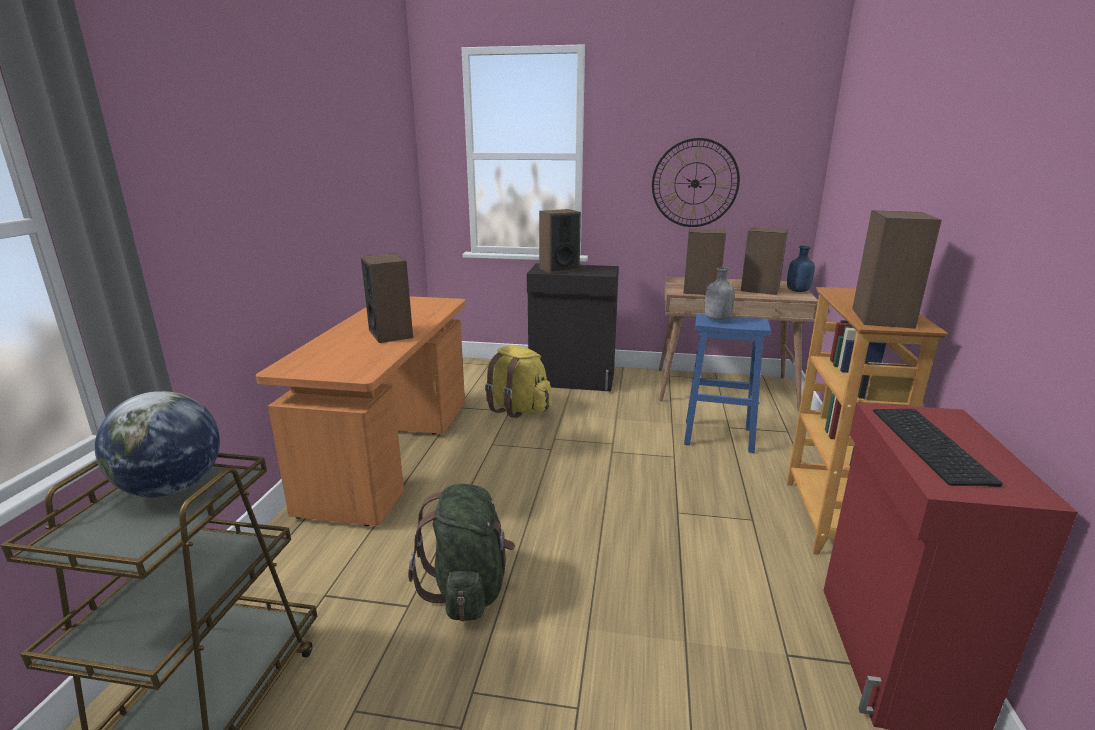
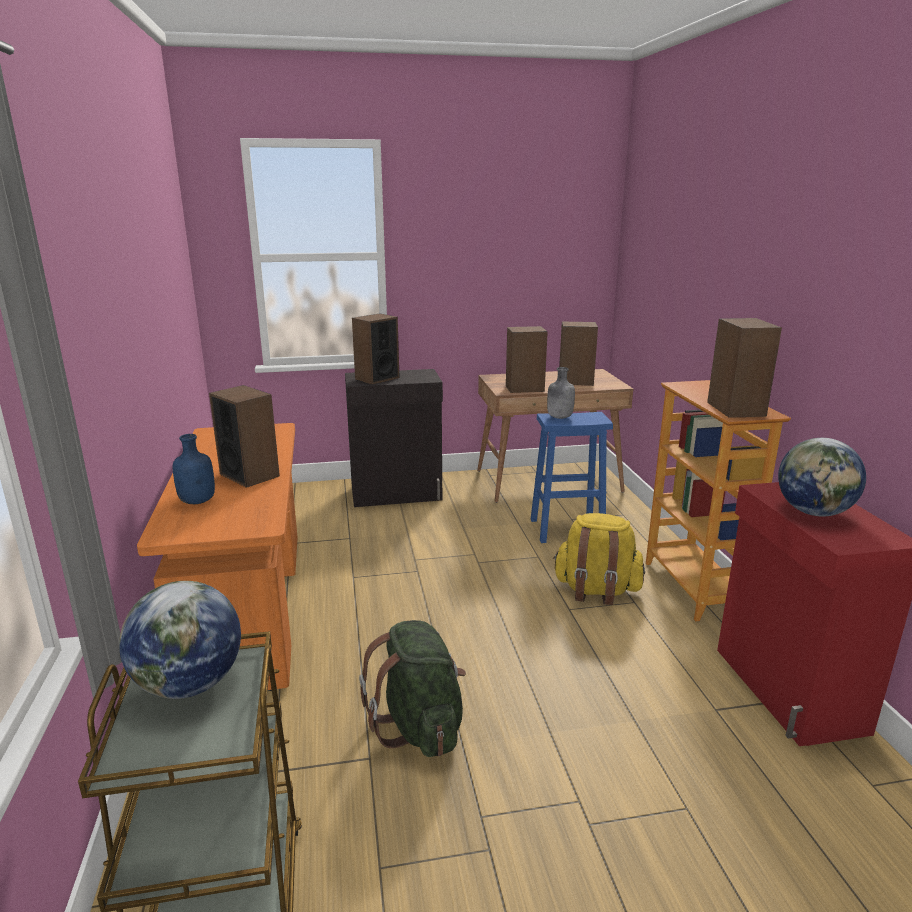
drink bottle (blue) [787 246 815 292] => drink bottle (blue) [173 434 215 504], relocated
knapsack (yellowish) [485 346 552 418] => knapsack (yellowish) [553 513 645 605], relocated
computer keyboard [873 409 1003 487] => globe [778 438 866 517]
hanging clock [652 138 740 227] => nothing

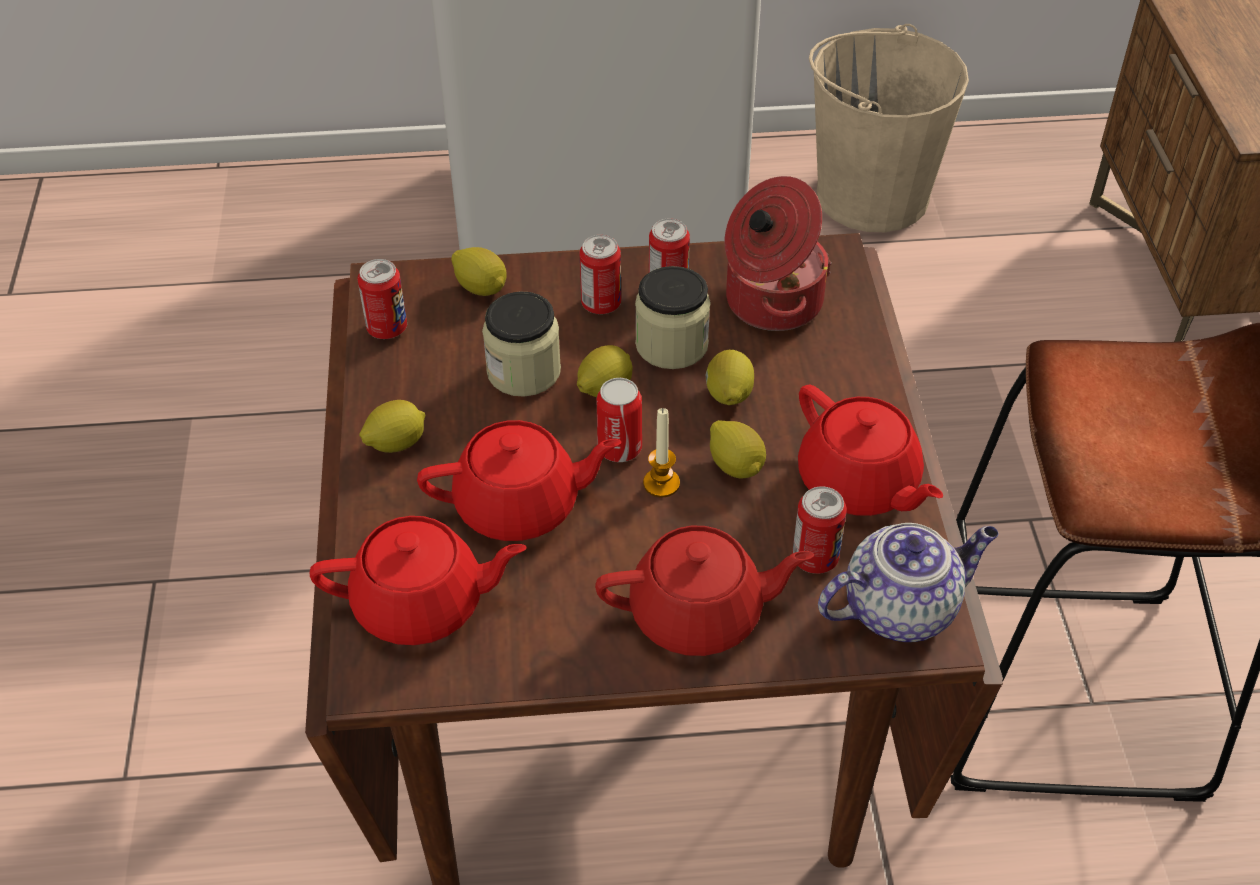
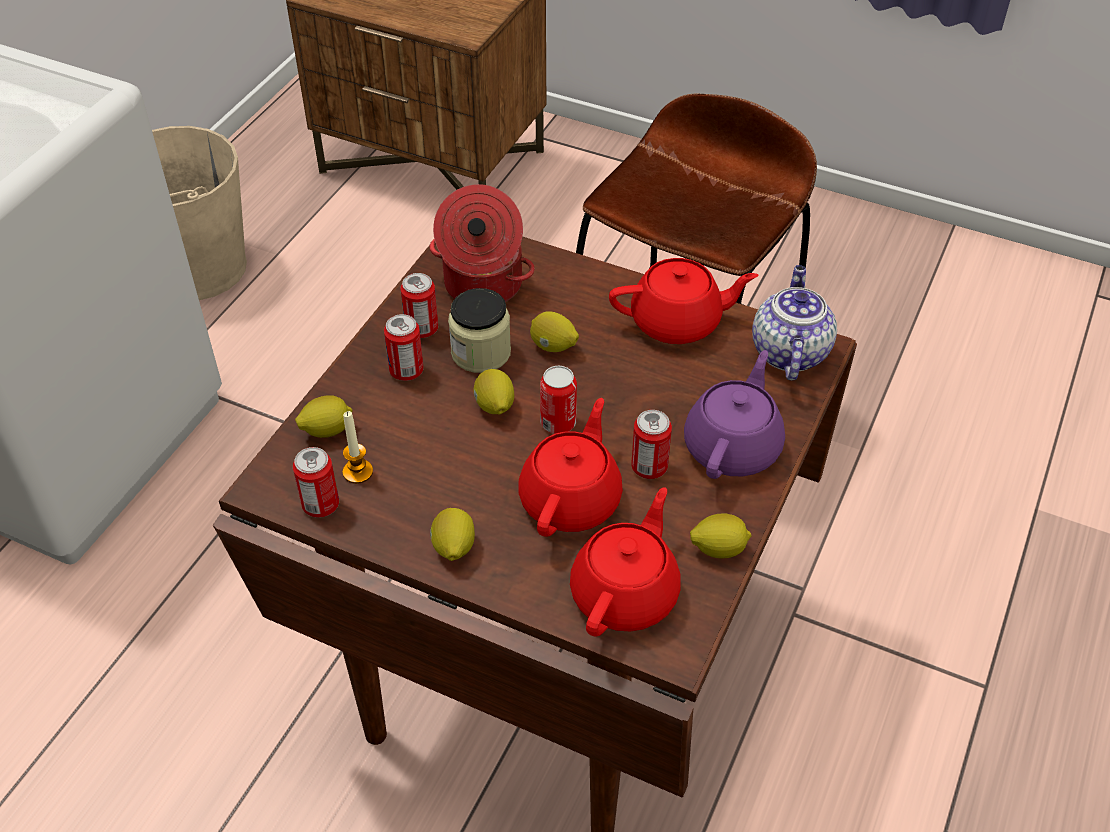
candle [643 408 680 497] => candle [343 411 373 484], relocated
can [792 486 847 574] => can [631 410 672 479], relocated
tea pot (red-coloured) [595 526 814 656] => tea pot (purple-coloured) [684 350 785 479]
whole lemon [710 420 766 478] => whole lemon [690 513 752 558], relocated
jar [482 291 561 397] => nothing

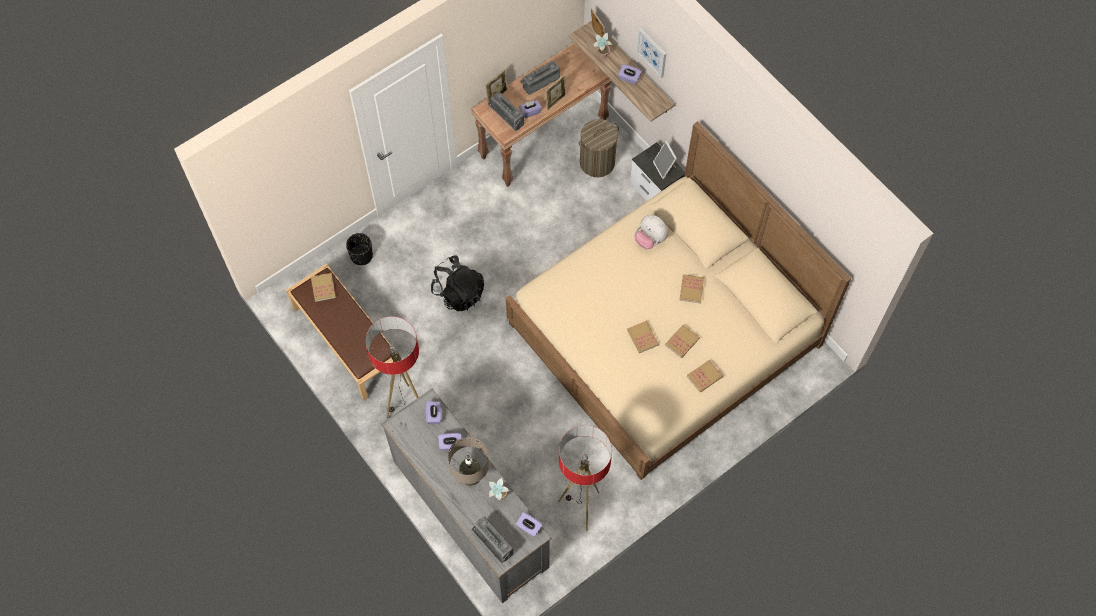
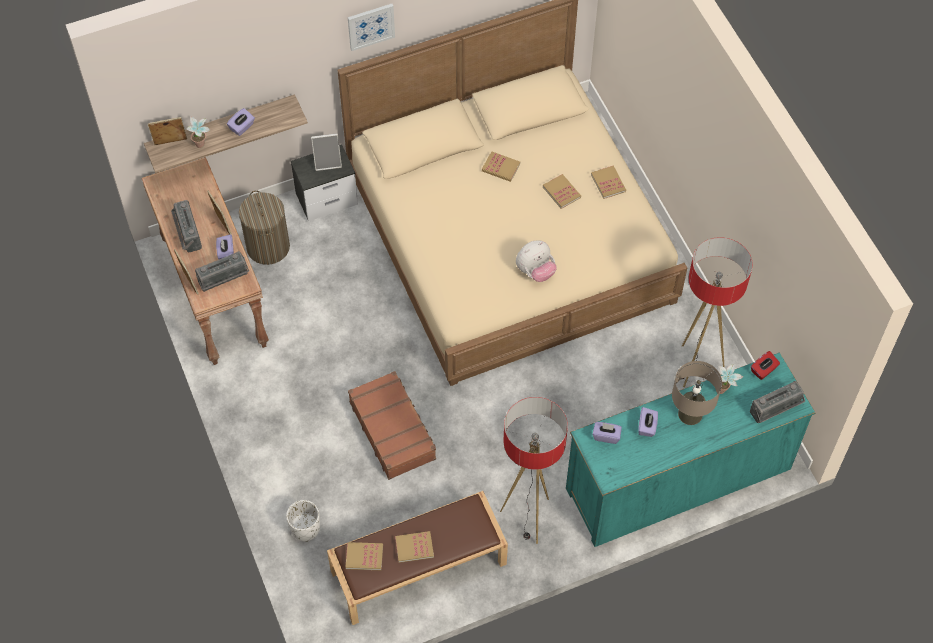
flower pot (blackish) [346 233 373 265] => flower pot (whitish) [286 500 320 542]
wall art [636 28 666 78] => wall art [348 4 395 51], relocated
knapsack (blackish) [431 255 484 311] => travel case (brownish) [348 371 436 480]
bound book [627 321 659 353] => bound book [395 531 434 563], relocated
soft toy [634 215 668 249] => soft toy [516 240 557 282], relocated
chest of drawers (greyish) [381 389 551 603] => chest of drawers (turquoise-coloured) [566 352 816 547]
tissue holder (purple-coloured) [516 512 543 537] => tissue holder (red-coloured) [751 351 780 380]

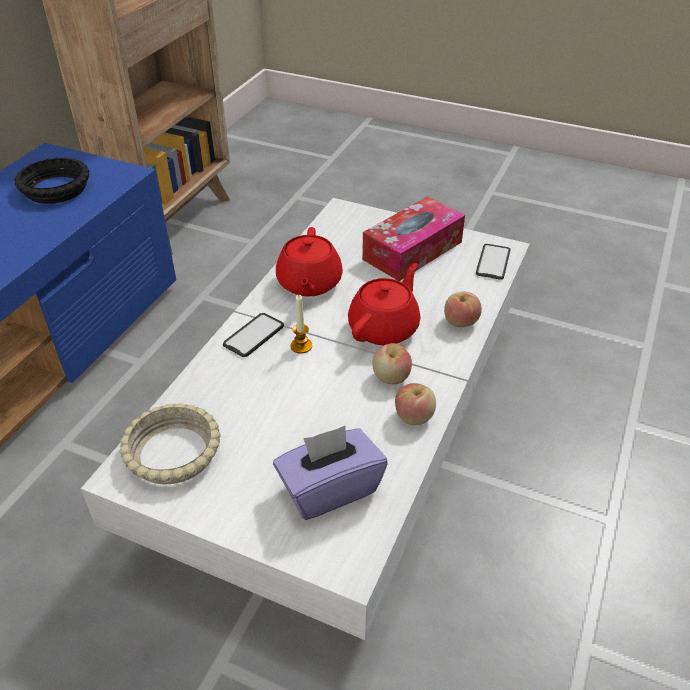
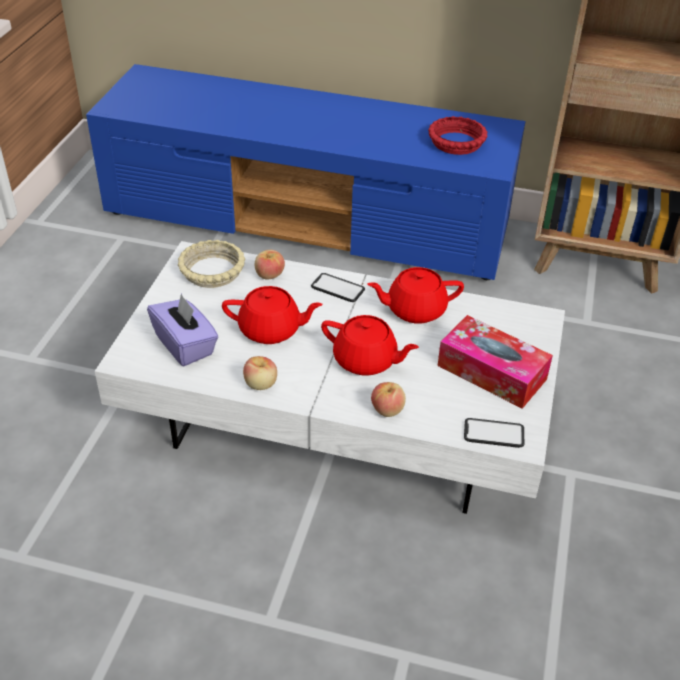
nothing => tea pot (red-coloured) [222 286 323 344]
apple [372 343 412 384] => apple [255 250 285 279], relocated
deep dish (blackish) [14 157 89 204] => deep dish (red-coloured) [428 116 488 155]
candle [291 295 312 354] => nothing

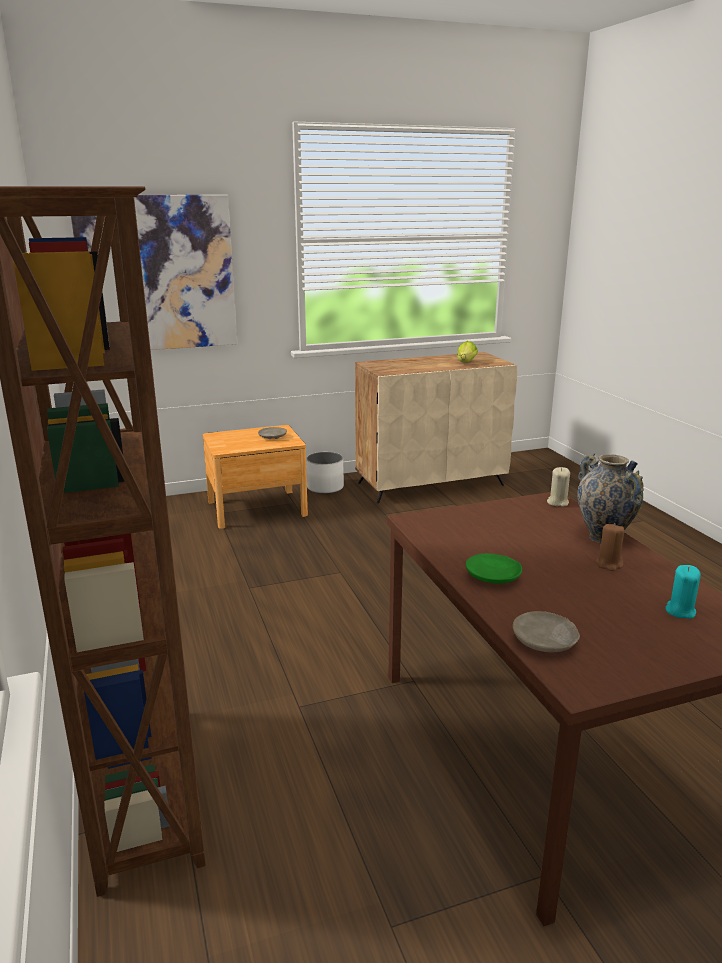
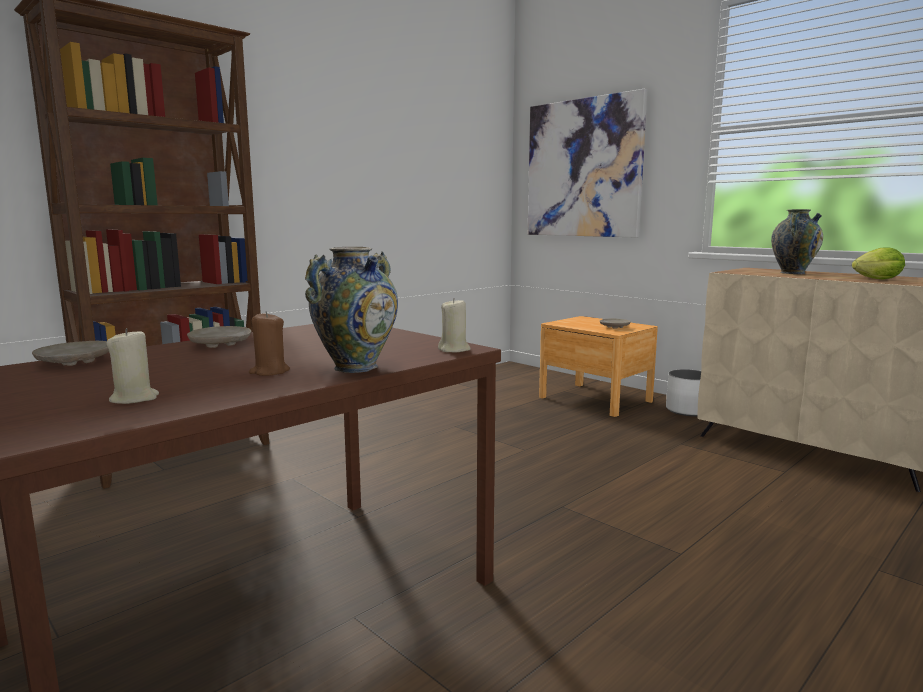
candle (turquoise-coloured) [665 565 701 619] => candle (beige) [107 328 159 404]
flat dish (green-coloured) [466 553 522 584] => flat dish (beige) [187 326 251 348]
nothing => flower vase [771 209 823 274]

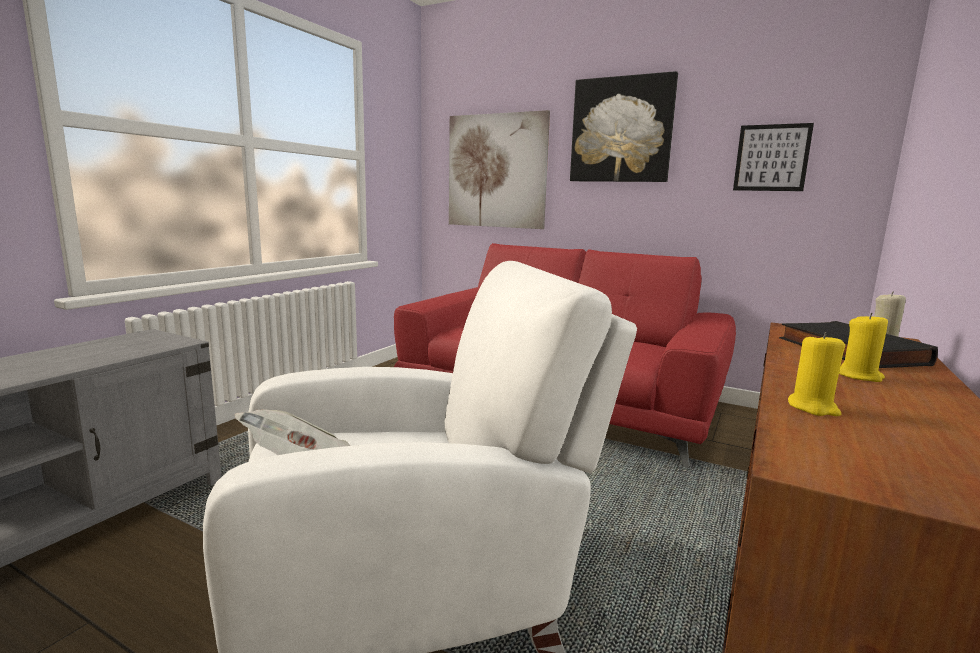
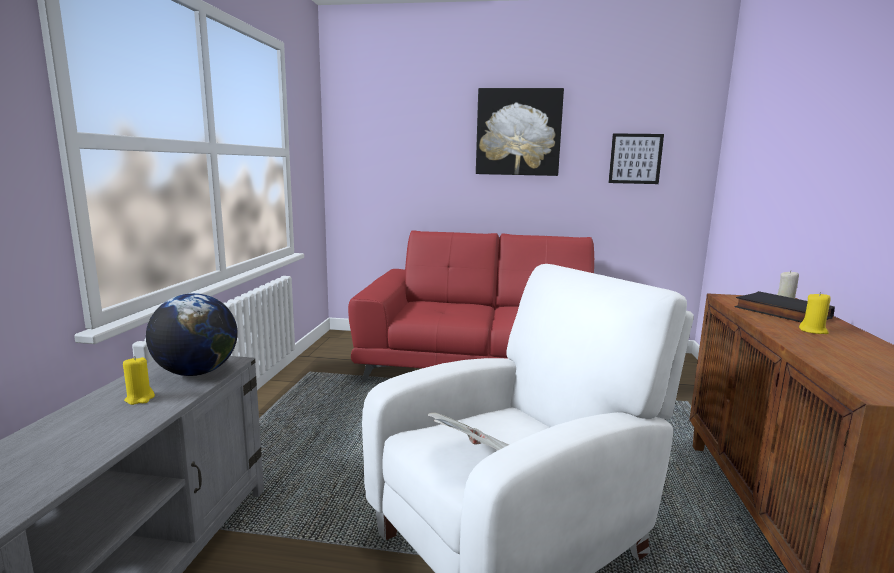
candle (yellowish) [788 332 845 416] => candle (yellowish) [123 356 155 405], relocated
nothing => globe [146 293 238 376]
wall art [449 110 550 229] => nothing

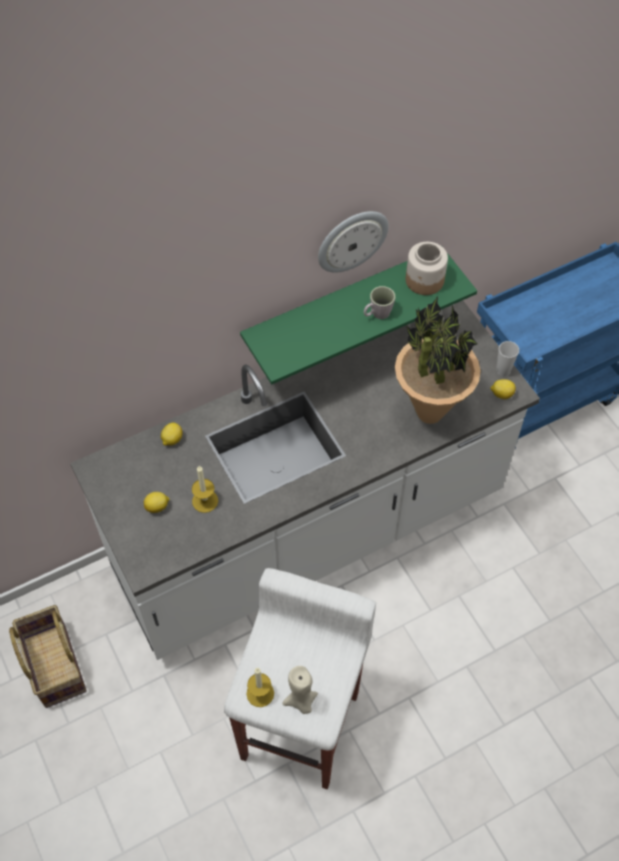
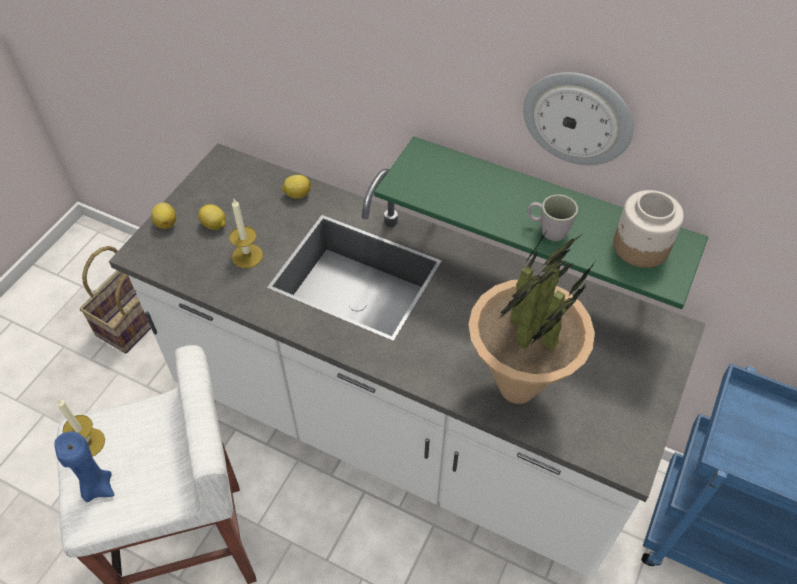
candle (beige) [282 666 318 714] => candle (blue) [55 431 114 502]
whole lemon [490 379 516 399] => whole lemon [151 202 176 229], relocated
cup [496 341 519 376] => nothing

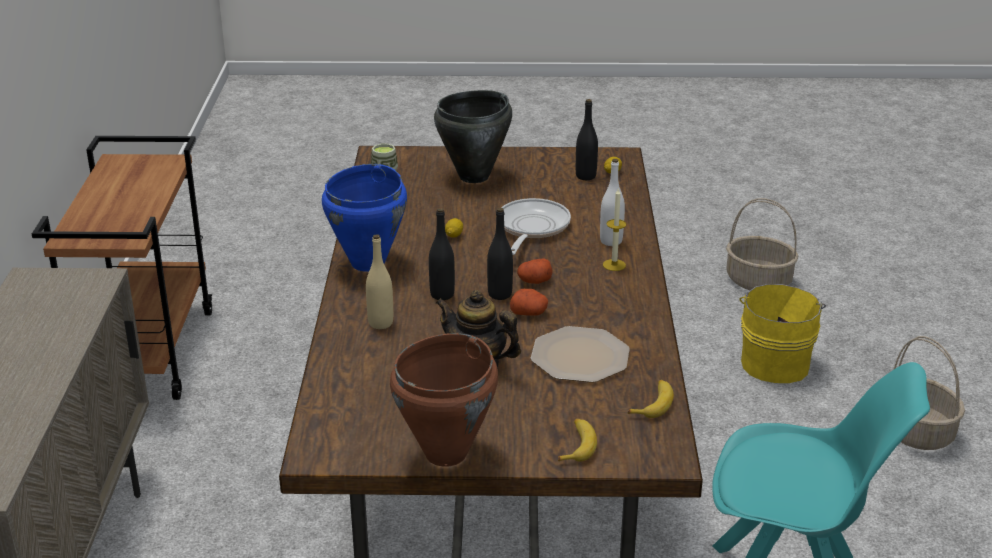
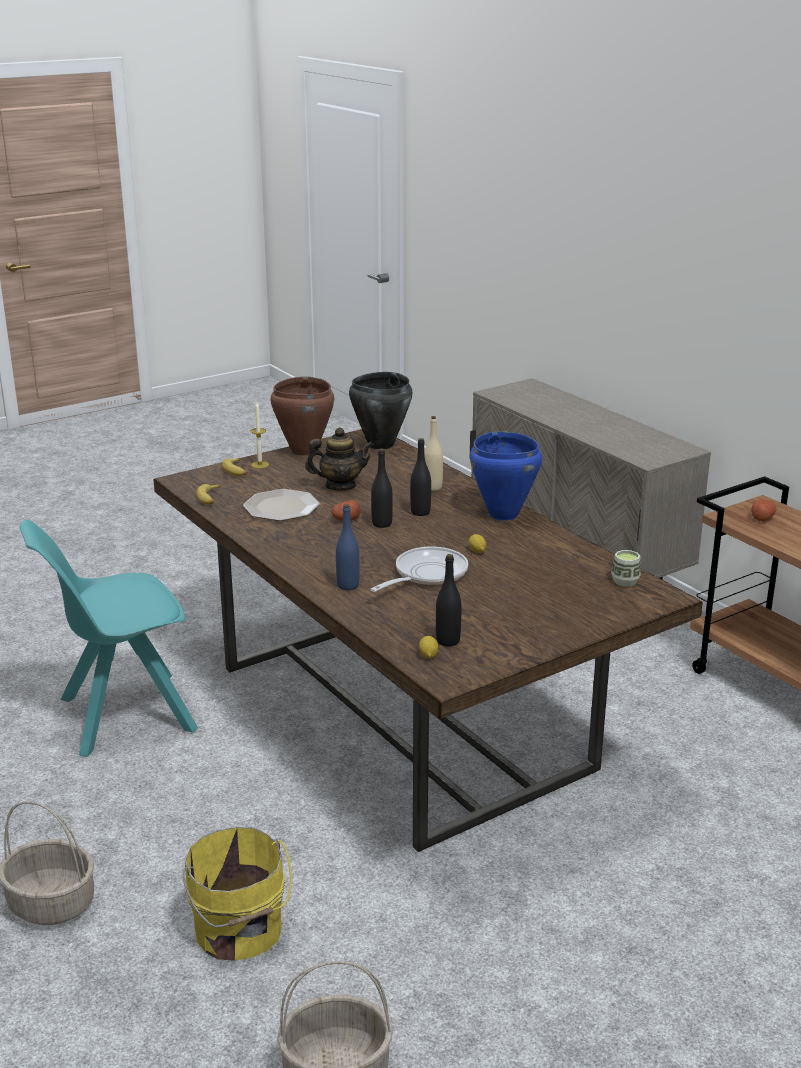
candle [603 189 626 271] => candle [251 402 269 469], relocated
drink bottle (whitish) [600 159 625 246] => drink bottle (blue) [336 504 360 590]
stockpot (blackish) [434 90 512 183] => stockpot (blackish) [349 372 412 449], relocated
frying pan [501 198 571 255] => frying pan [370 547 468 592], 120 degrees counterclockwise
whole potato [517 258 553 284] => whole potato [751 499 776 521], relocated

